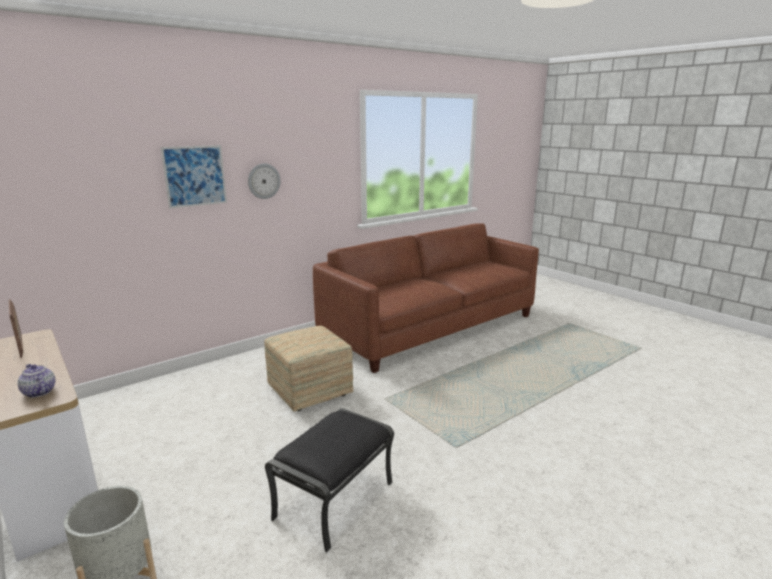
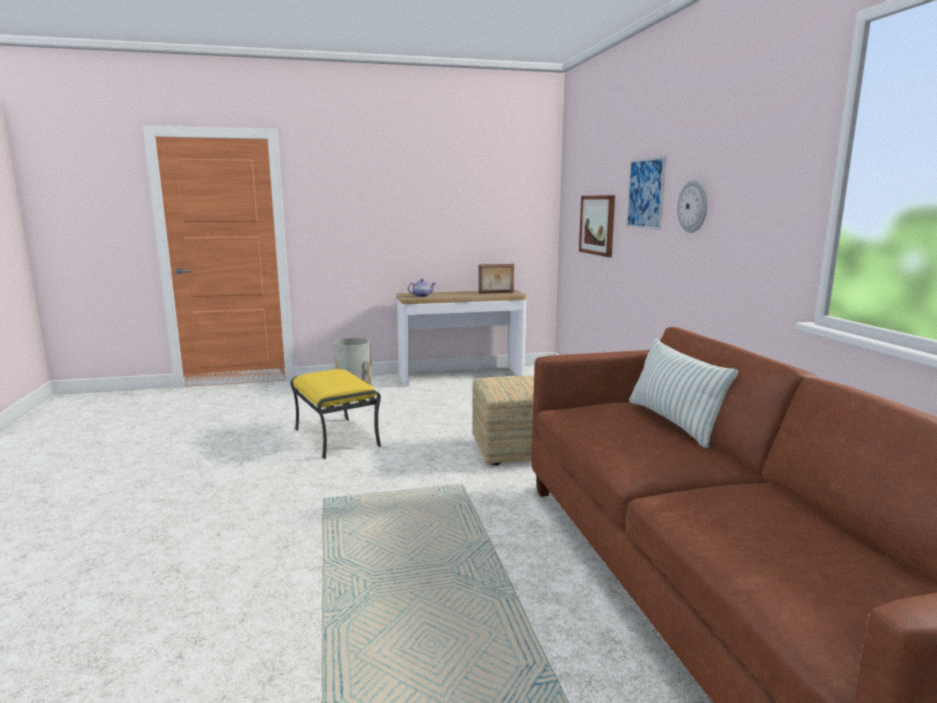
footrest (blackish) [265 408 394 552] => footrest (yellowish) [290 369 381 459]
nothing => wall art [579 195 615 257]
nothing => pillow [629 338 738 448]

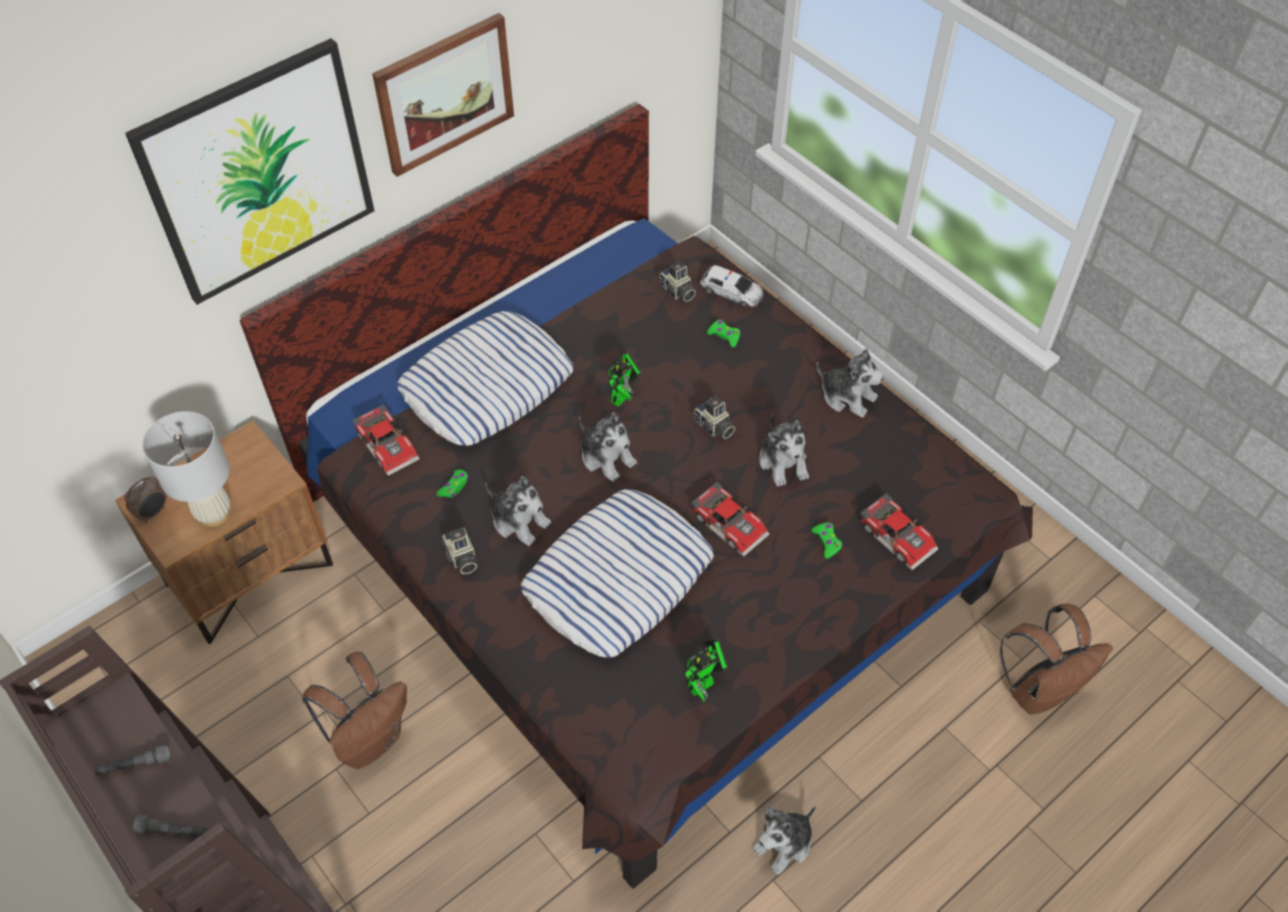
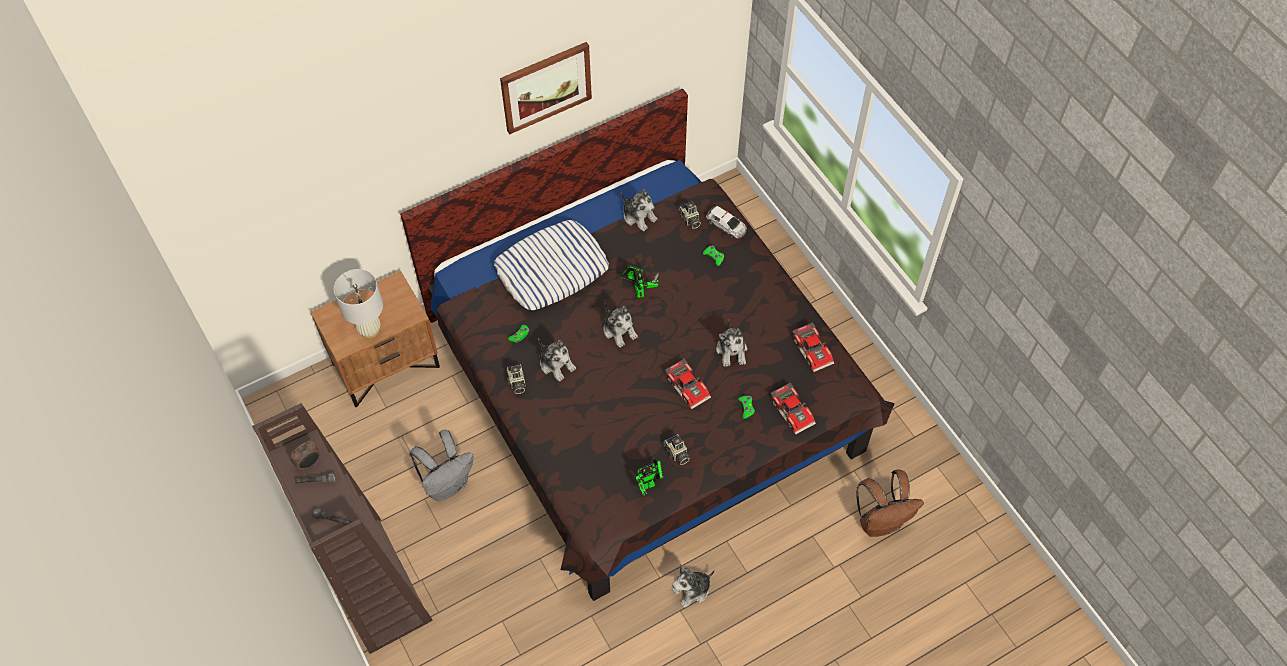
alarm clock [125 476 166 523] => alarm clock [290 440 320 471], relocated
knapsack (brownish) [302 652 407 769] => knapsack (greyish) [409 430 474 501]
soft toy [816 349 884 418] => soft toy [621 189 658 231], relocated
toy robot [609 352 642 407] => toy robot [621 265 659 298], 60 degrees counterclockwise
still camera [692 397 735 439] => still camera [663 434 690 465], relocated
toy car [352 404 420 476] => toy car [792 322 834 372], relocated
wall art [125 38 374 305] => nothing
pillow [521 489 714 657] => nothing

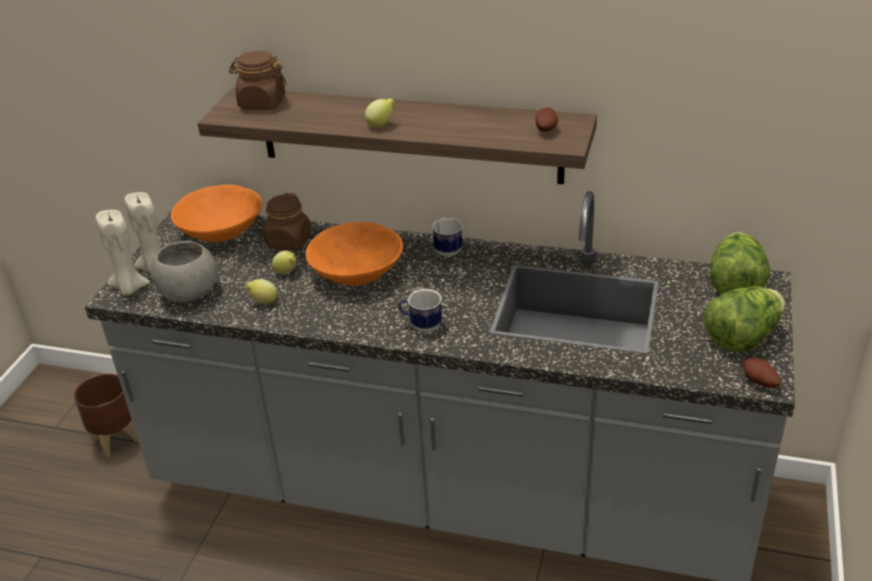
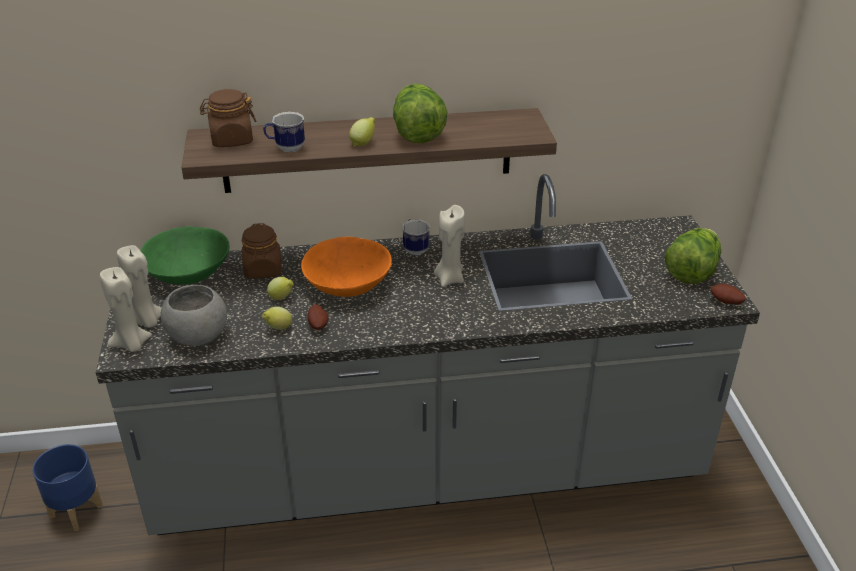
flower pot (brownish) [74 373 139 457] => flower pot (blue) [32 444 103 531]
deep dish (orange) [171 185 262 242] => deep dish (green-coloured) [140 226 230 285]
mug [398 289 442 332] => mug [263 112 305 152], relocated
whole potato [536 108 559 132] => whole potato [308 304 329 330], relocated
lettuce head [710 232 771 294] => lettuce head [393 84 447 143], relocated
nothing => candle (beige) [434 205 465 287]

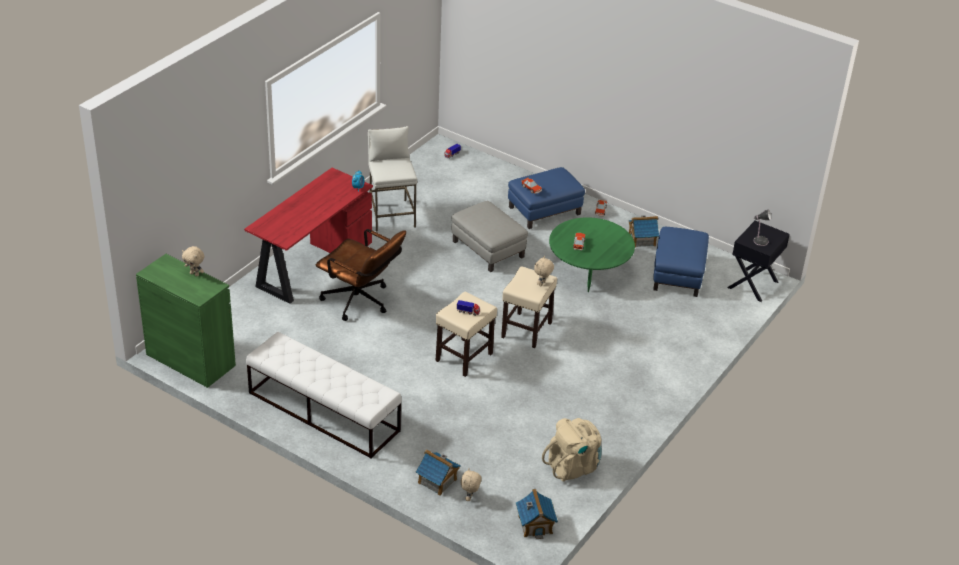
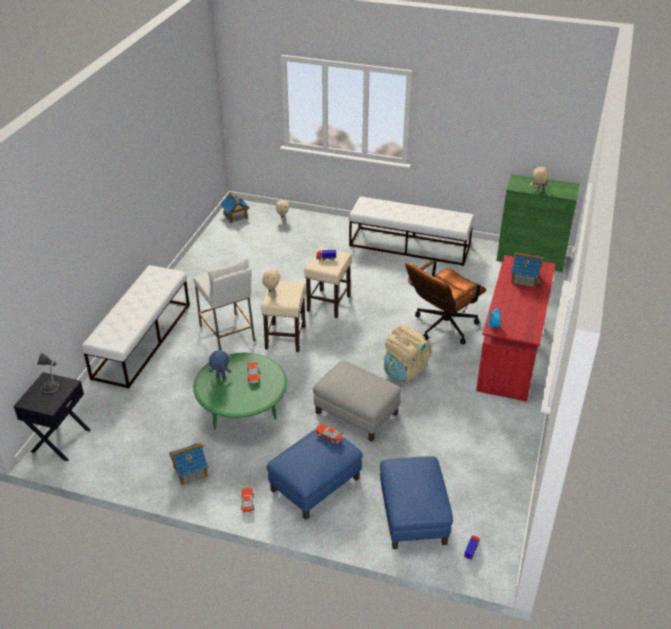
nothing => long seat (whitish) [82 265 190 389]
sitting stool (whitish) [368 126 417 232] => sitting stool (whitish) [193 259 255 350], relocated
nothing => soft toy (blue) [209 350 231 378]
footrest (blue) [653 227 709 297] => footrest (blue) [380 456 453 549], relocated
knapsack (beige) [542 418 602 482] => knapsack (beige) [384 325 432 382], relocated
desk chair (brownish) [316 229 406 321] => desk chair (brownish) [405 260 486 344], 60 degrees counterclockwise
model house [416 449 461 496] => model house [511 252 543 288], relocated

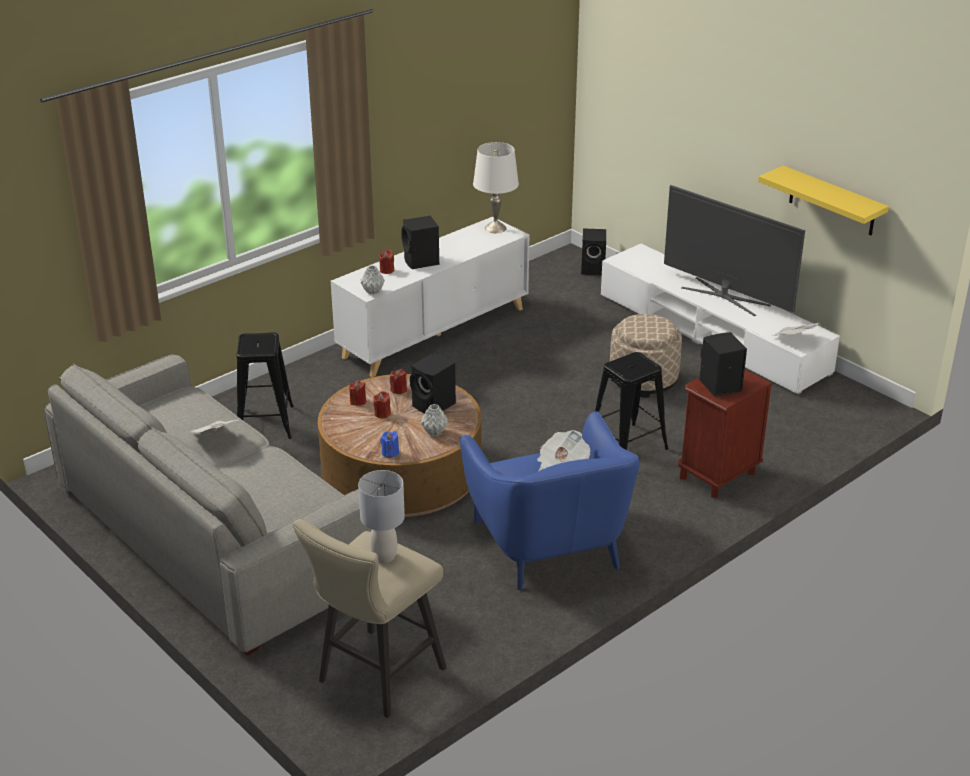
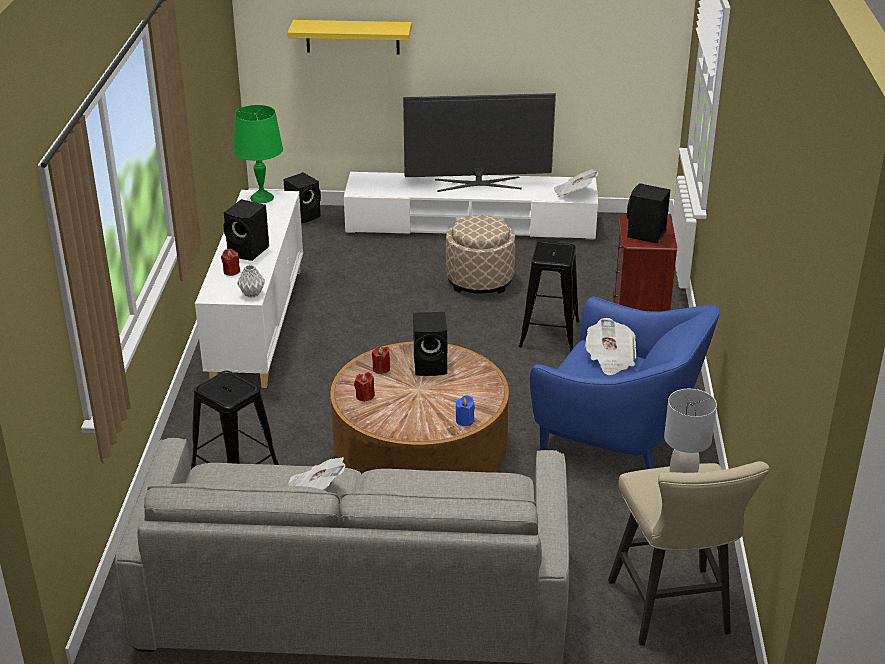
lamp for a table (whitish) [473 142 519 233] => lamp for a table (green-coloured) [233 105 283 203]
bracket shelf (yellowish) [758 166 889 235] => bracket shelf (yellowish) [287 20 412 54], relocated
candle (red-coloured) [373 391 391 418] => nothing
flower vase (greyish) [421 404 448 436] => nothing

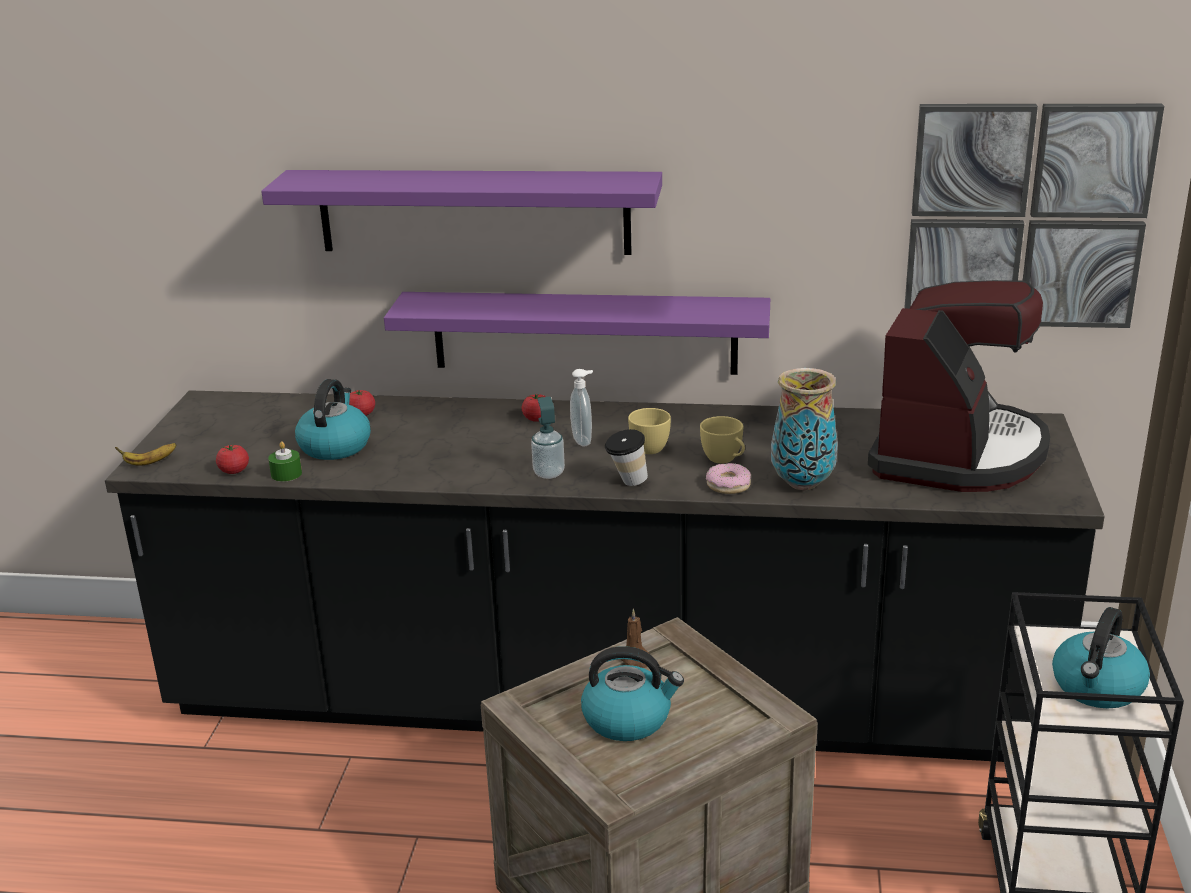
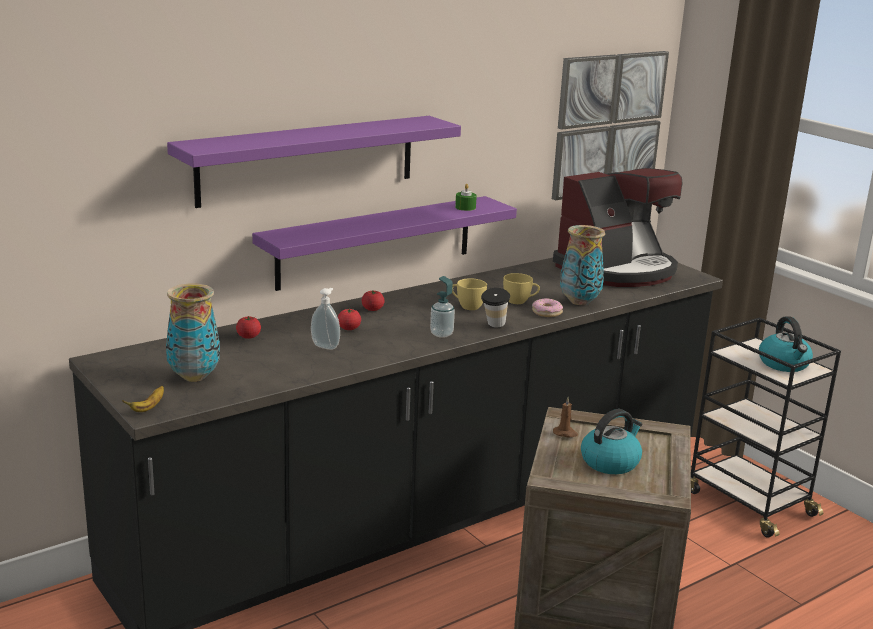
nothing => flower vase [166 283 220 382]
soap bottle [570 369 593 446] => soap bottle [311 288 340 350], relocated
fresh tomato [216 445 249 474] => fresh tomato [338 309 361 330], relocated
candle (green-coloured) [268 441 302 482] => candle (green-coloured) [455 184 477 211], relocated
coffee maker [868 280 1050 492] => coffee maker [553 168 682 287], 75 degrees clockwise
tea kettle [295 379 371 460] => nothing

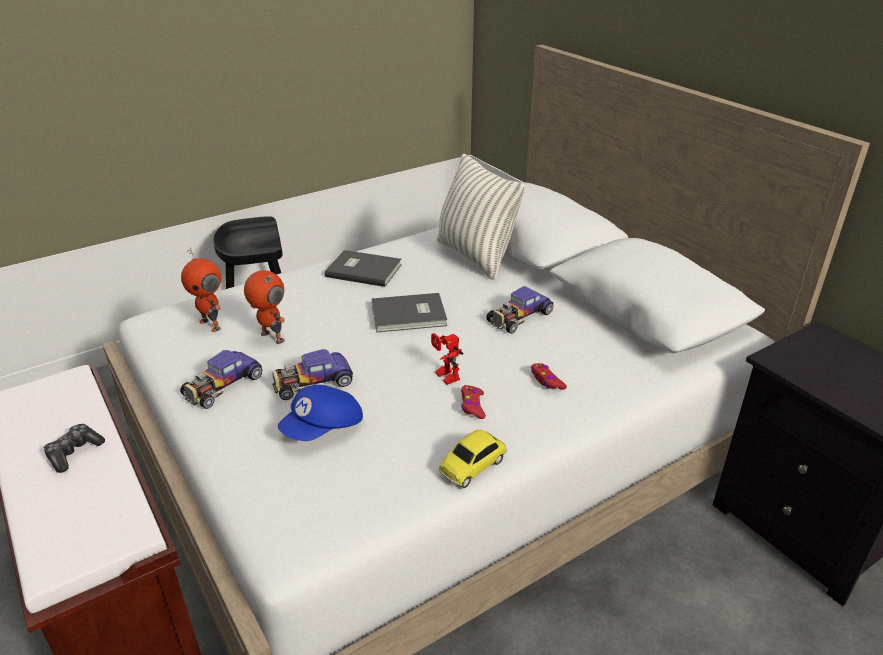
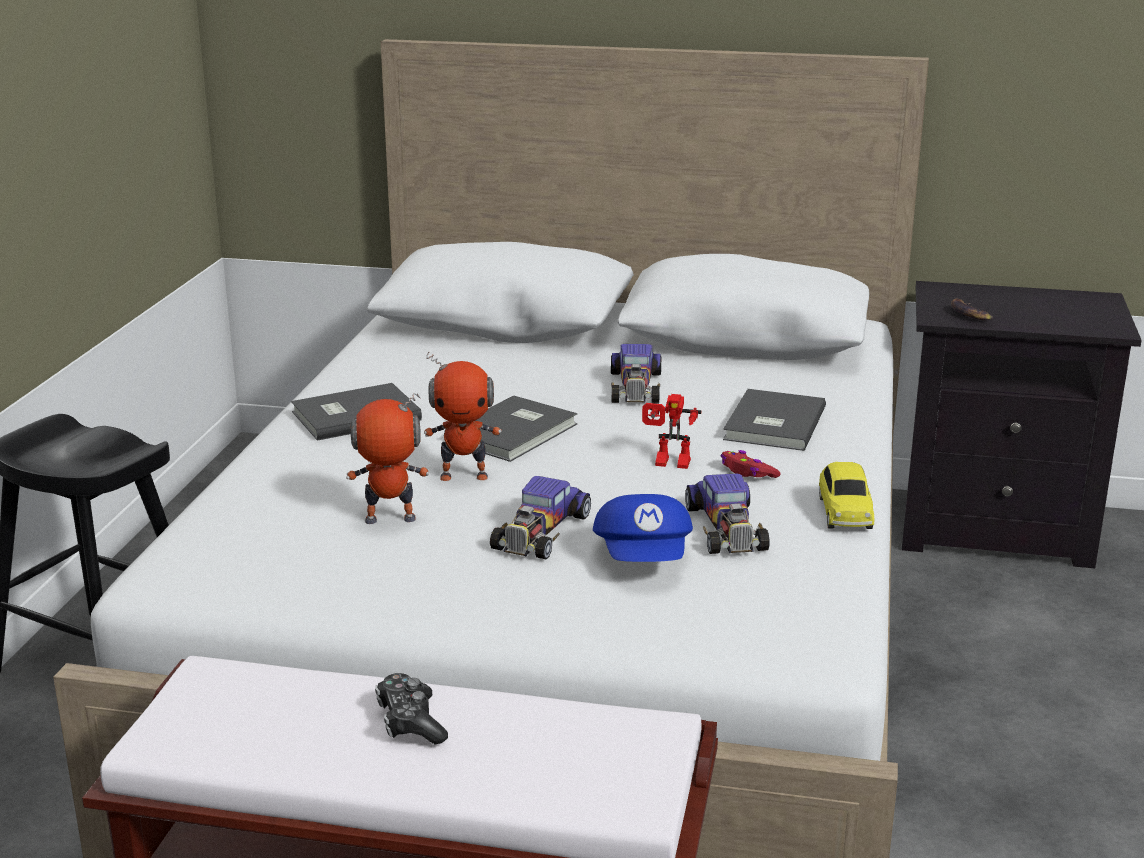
toy robot [181 248 221 332] => toy robot [424 352 502 481], relocated
toy car [180 350 262 409] => toy car [685 473 769 554], relocated
joypad (red-coloured) [531 363 567 390] => bound book (greyish) [723 389 826 451]
nothing => banana [951 299 993 320]
pillow [437 153 525 280] => nothing

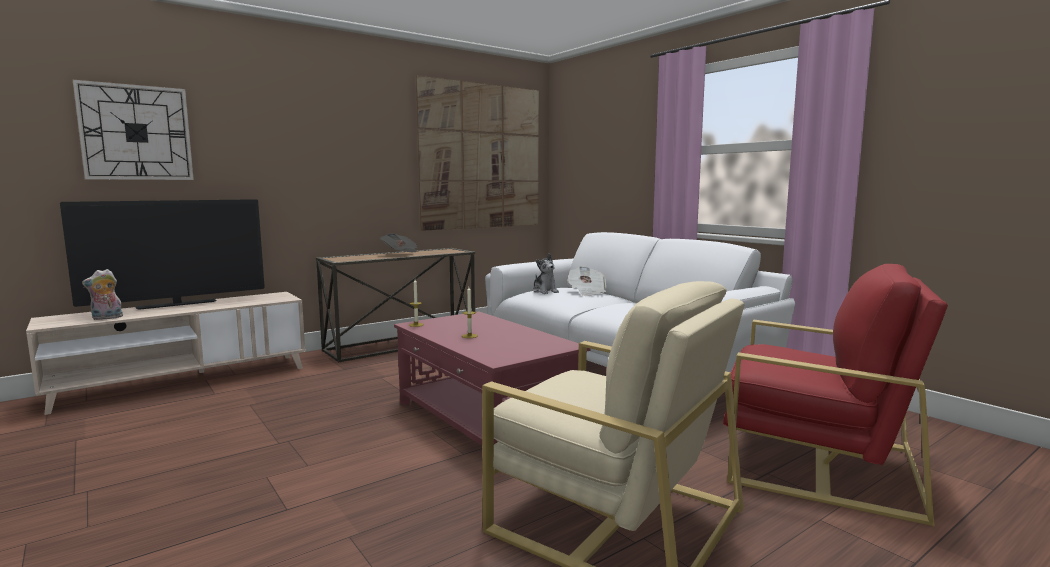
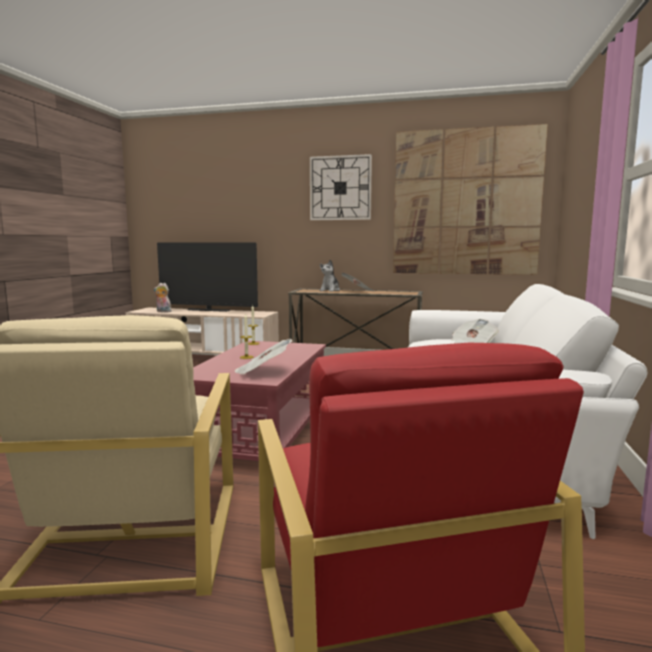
nothing => printed paper [235 339 292 375]
hanging clock [72 79 194 180] => hanging clock [310 154 372 220], relocated
soft toy [533 254 559 294] => soft toy [320 260 340 292], relocated

